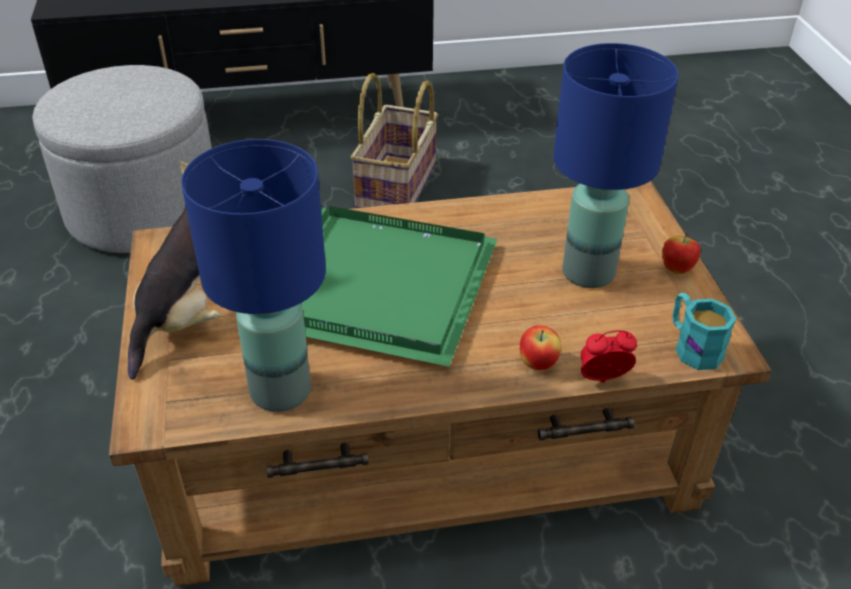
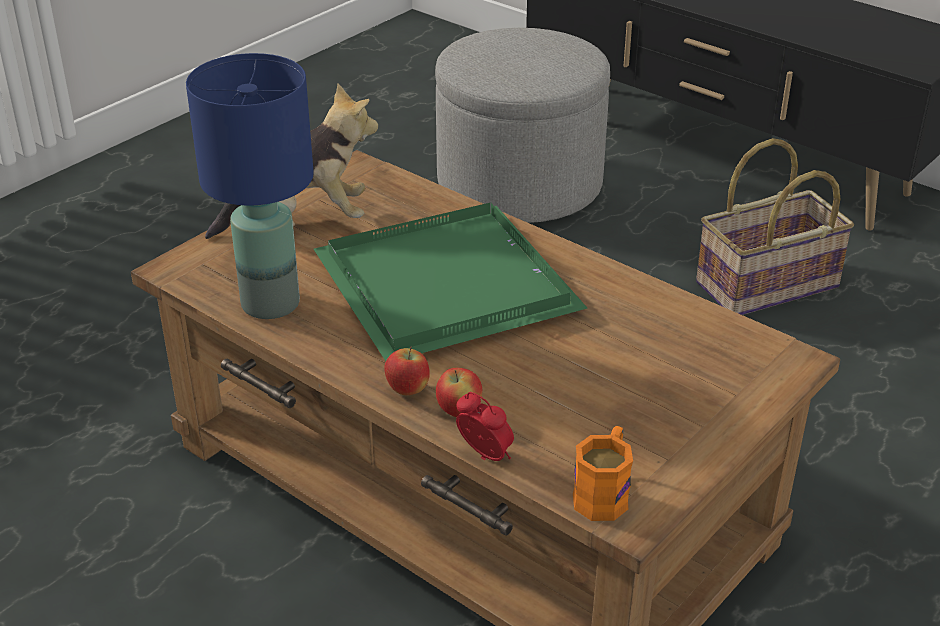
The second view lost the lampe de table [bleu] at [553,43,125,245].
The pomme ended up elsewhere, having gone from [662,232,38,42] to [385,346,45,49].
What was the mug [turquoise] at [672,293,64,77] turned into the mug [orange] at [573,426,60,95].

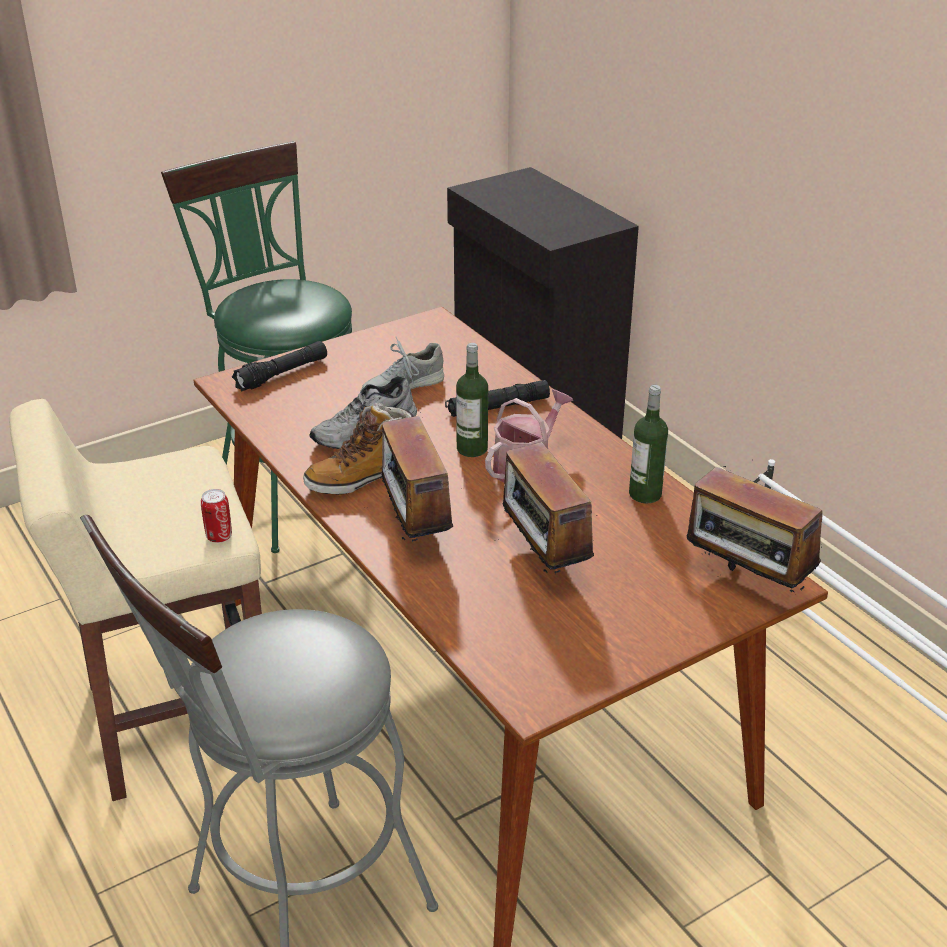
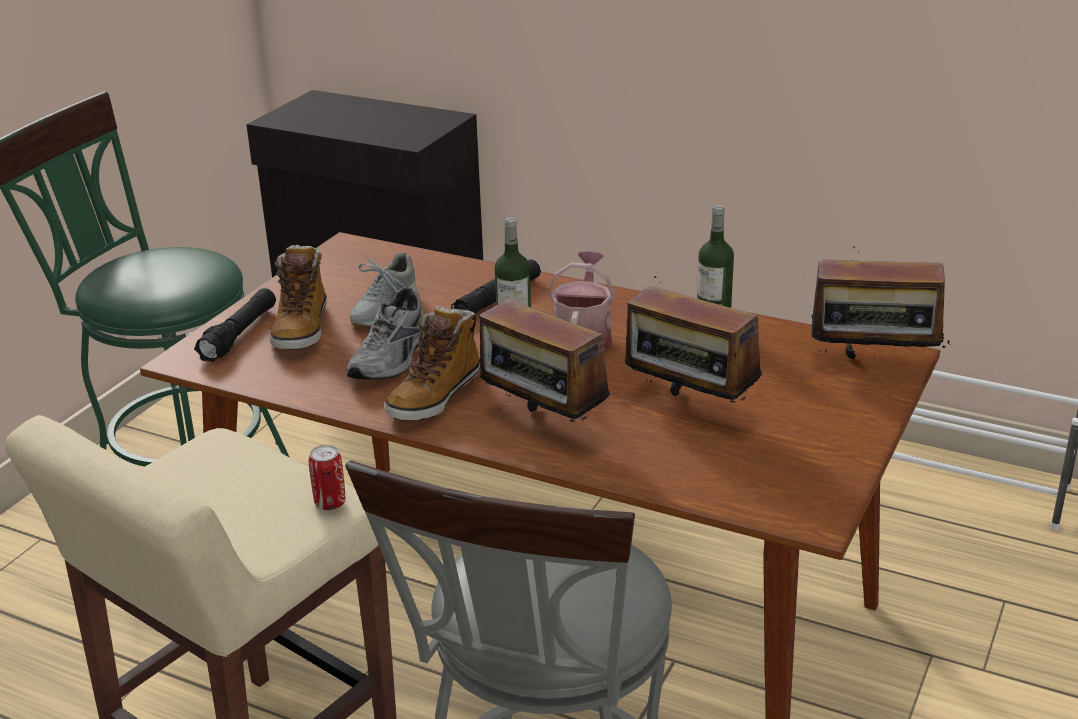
The second view gained the botte at [270,245,57,105].

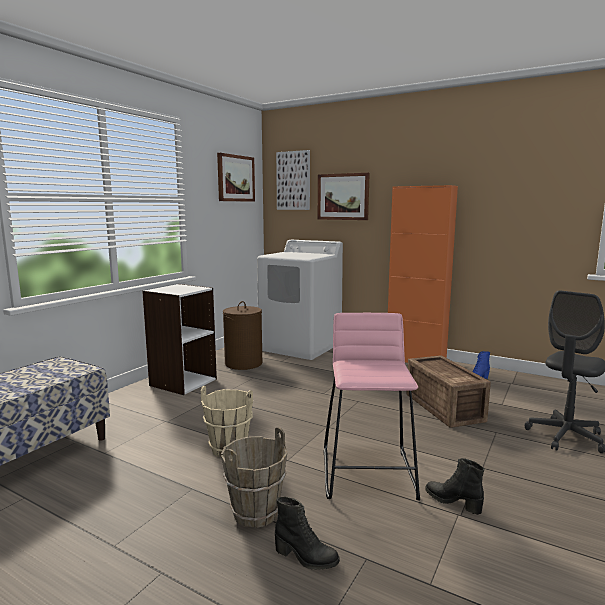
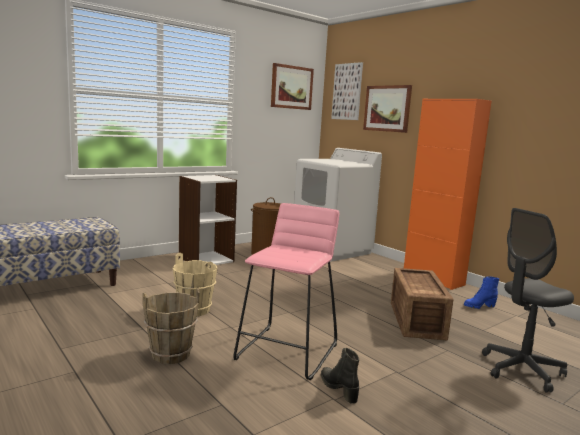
The second view lost the botte [noir] at [275,497,65,73].

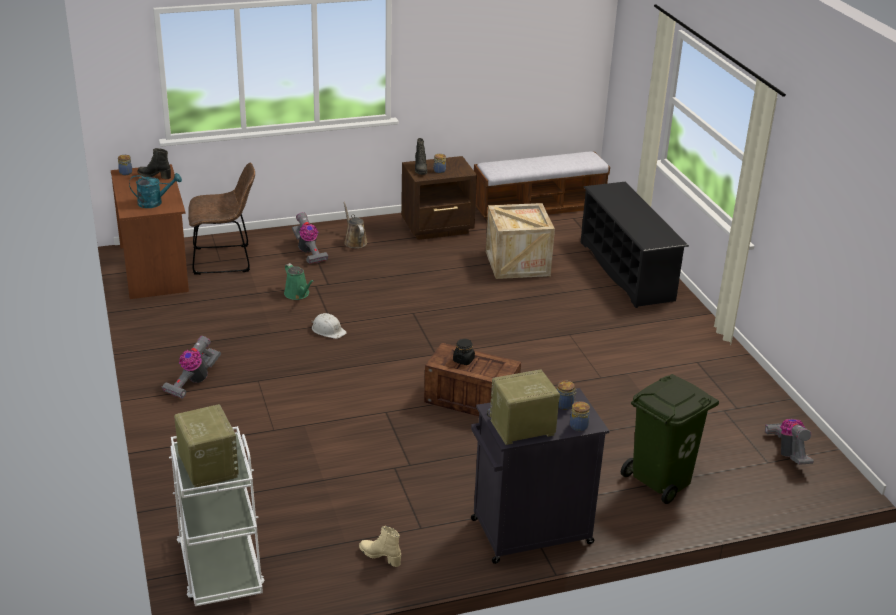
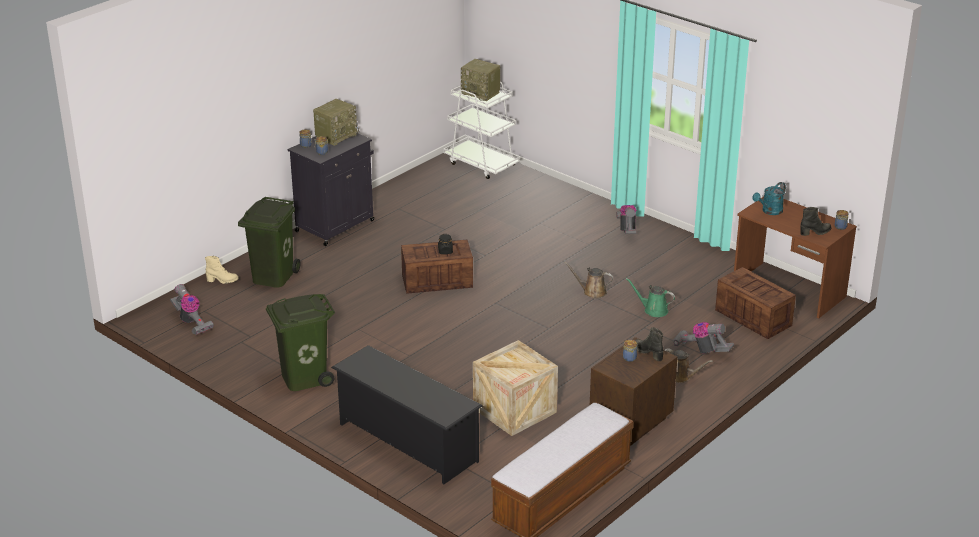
Where the chaise [marron] stood at [188,163,67,112], the caisse came to stand at [715,267,81,72].
Where the casque de chantier [blanc] stood at [312,313,35,26], the arrosoir [marron] came to stand at [564,262,49,37].
The botte [beige] ended up elsewhere, having gone from [359,526,42,41] to [205,256,33,28].
The second view gained the poubelle [vert] at [266,294,69,97].

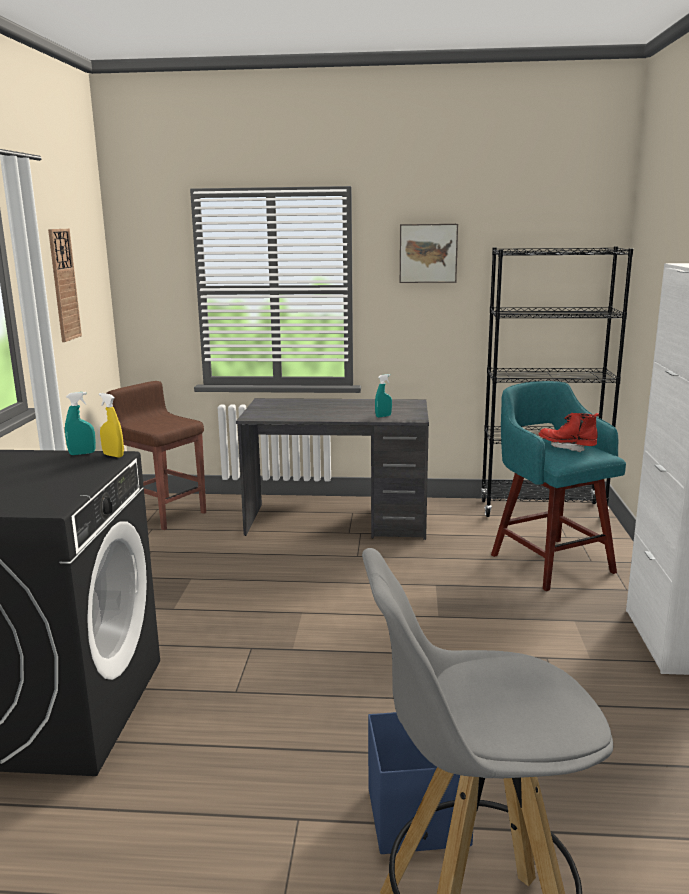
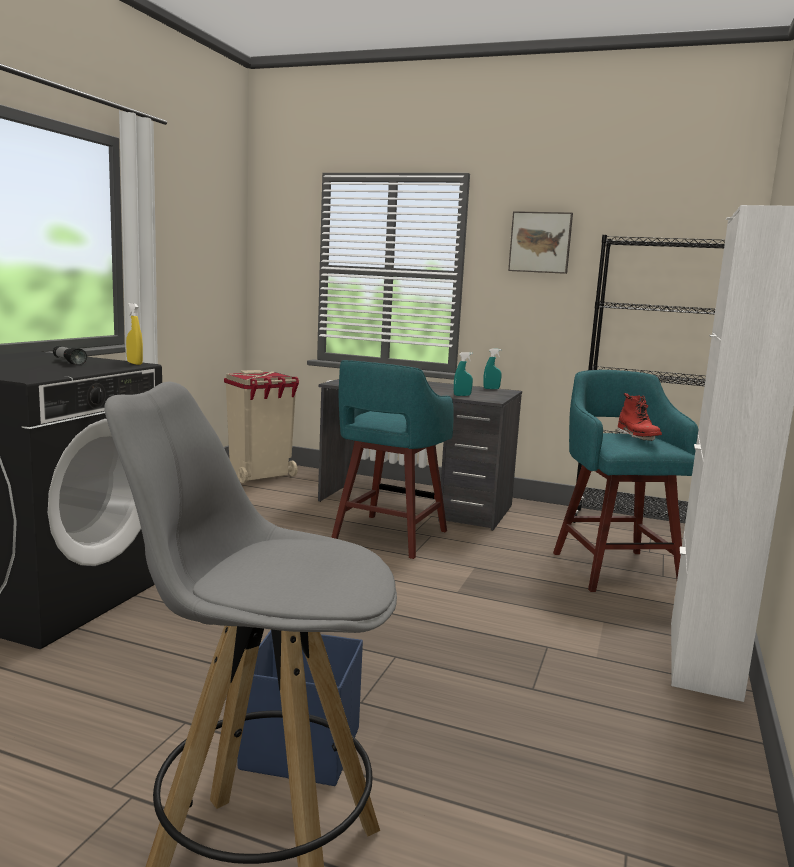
The second view lost the horloge murale at [48,229,34,113].
Where the tabouret [marron] stood at [106,381,100,149], the poubelle [beige] came to stand at [224,370,75,113].
The vaporisateur [turquoise] ended up elsewhere, having gone from [65,392,31,63] to [483,349,19,40].
The botte [rouge] at [538,413,62,39] ended up facing another way, 150 degrees counterclockwise from before.
The second view gained the lampe de poche at [53,346,34,20].
The second view gained the tabouret [turquoise] at [331,360,123,199].

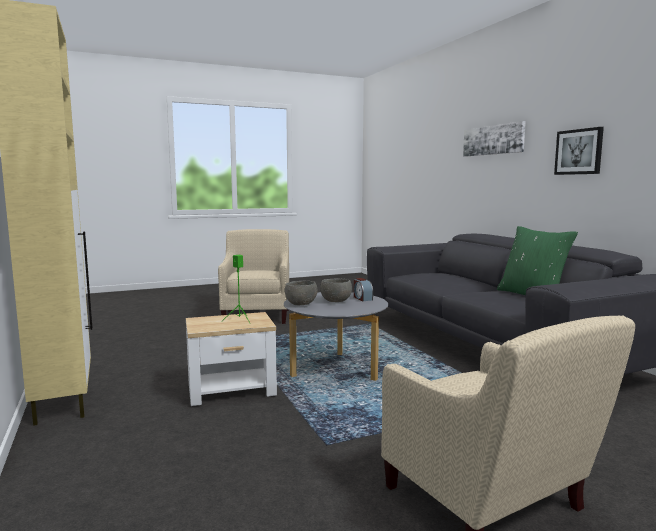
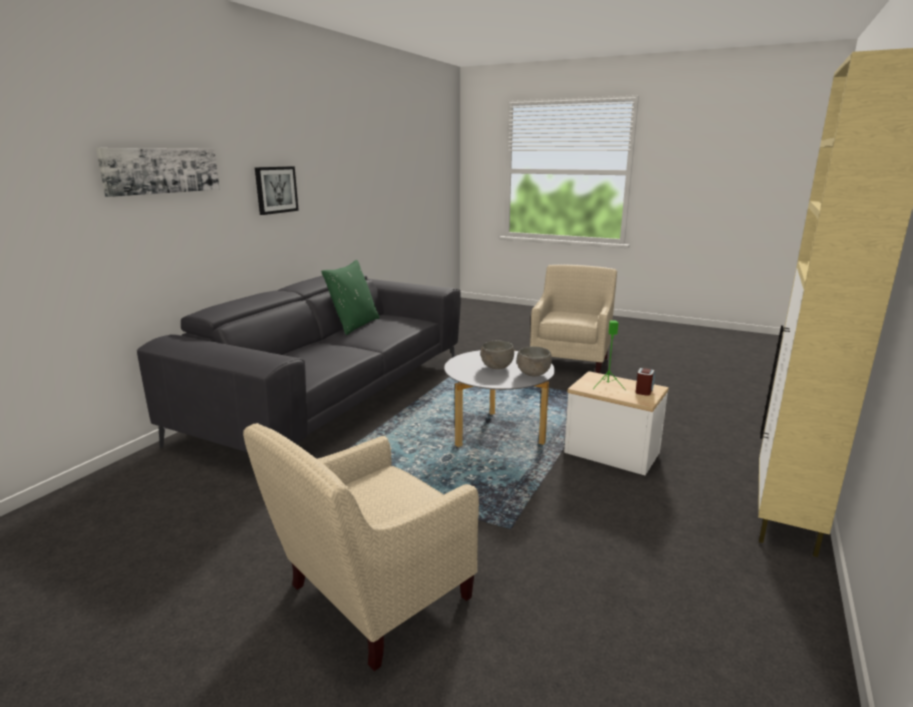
The réveil ended up elsewhere, having gone from [354,278,19,23] to [636,368,19,28].

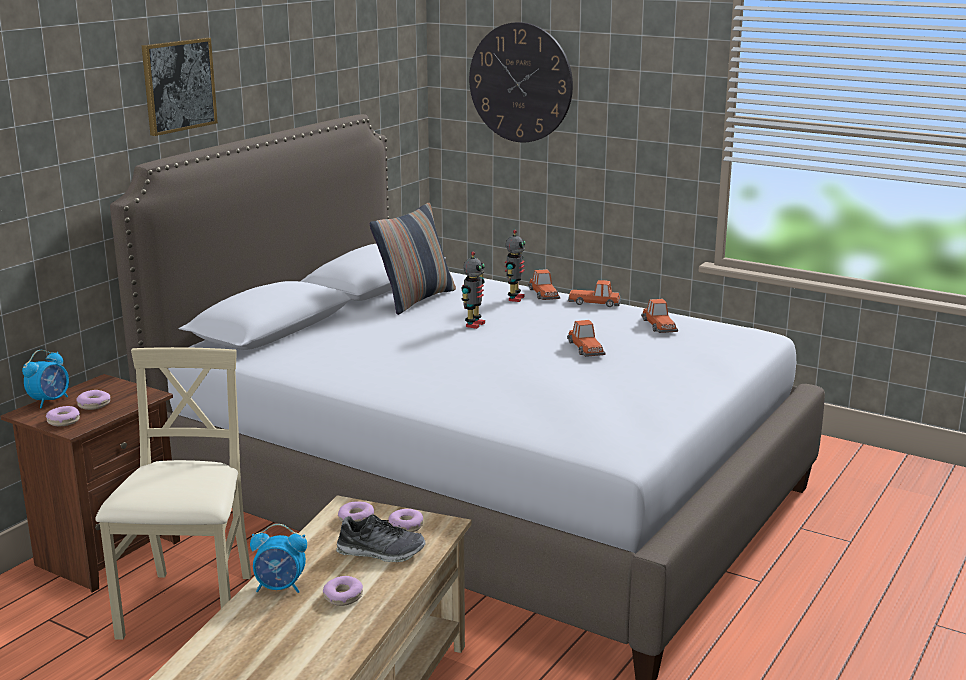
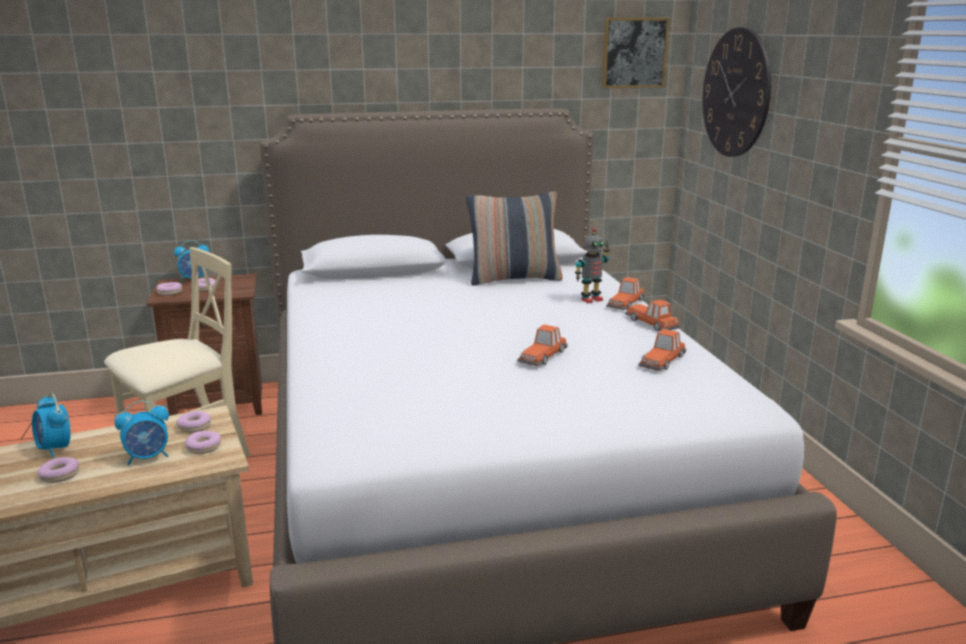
The tableau ended up elsewhere, having gone from [142,37,76,99] to [602,18,68,70].
The second view lost the robot jouet at [461,252,24,77].
Where the chaussure stood at [336,515,90,47], the réveil came to stand at [114,401,55,65].

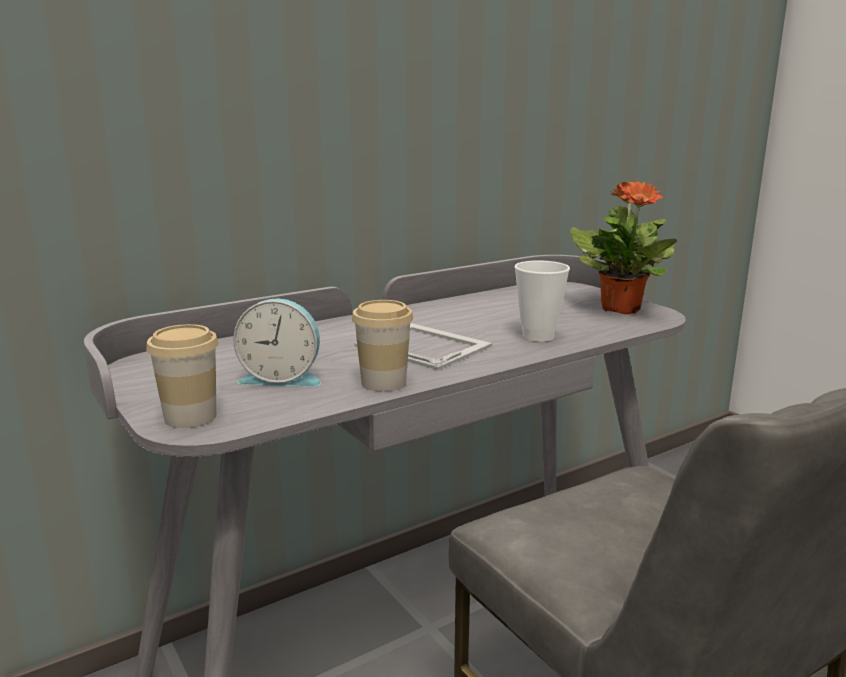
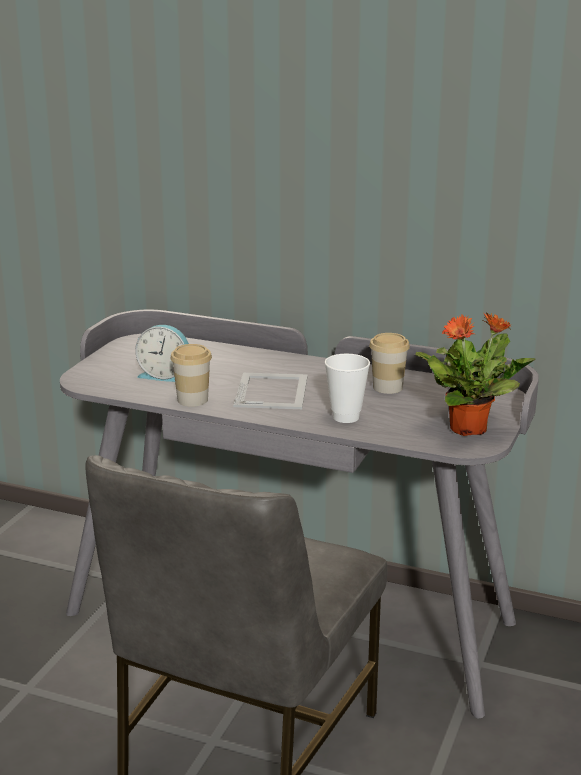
The réveil at [233,298,88,88] ended up facing another way, 45 degrees counterclockwise from before.
The tasse ended up elsewhere, having gone from [146,324,73,104] to [369,333,41,61].

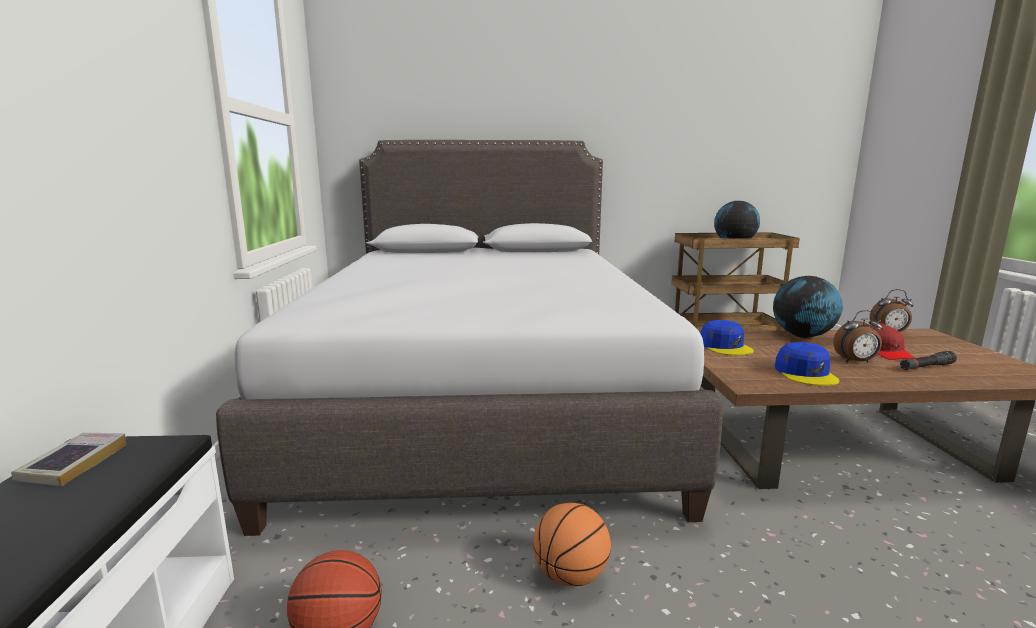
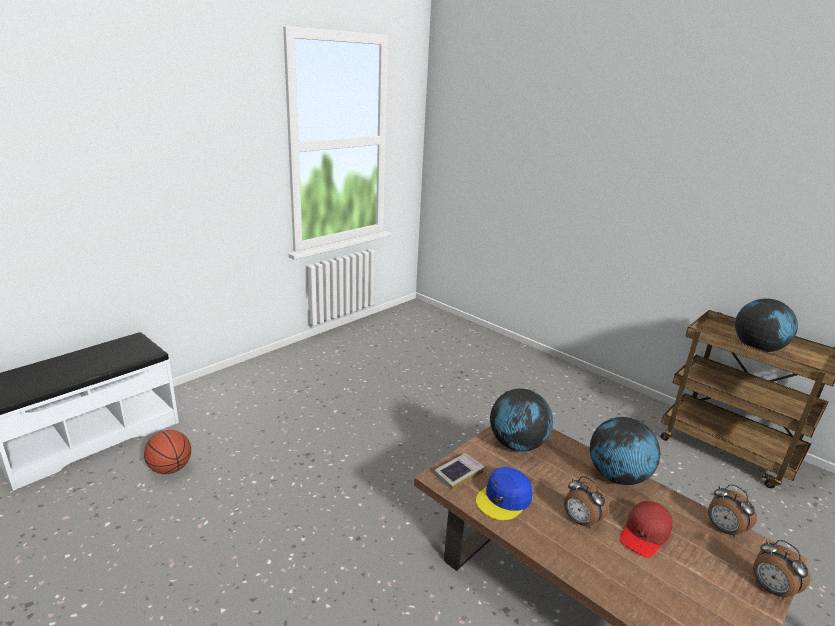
The second view lost the lit [gris] at [216,140,507,396].
Where the casquette [bleu] stood at [700,320,54,35], the globe came to stand at [490,388,63,63].
The second view lost the lampe de poche [noir] at [900,351,57,19].
The livre ended up elsewhere, having gone from [11,433,115,53] to [434,453,50,37].
The second view lost the ballon de basket at [533,503,78,83].
The second view gained the réveil at [753,540,58,60].

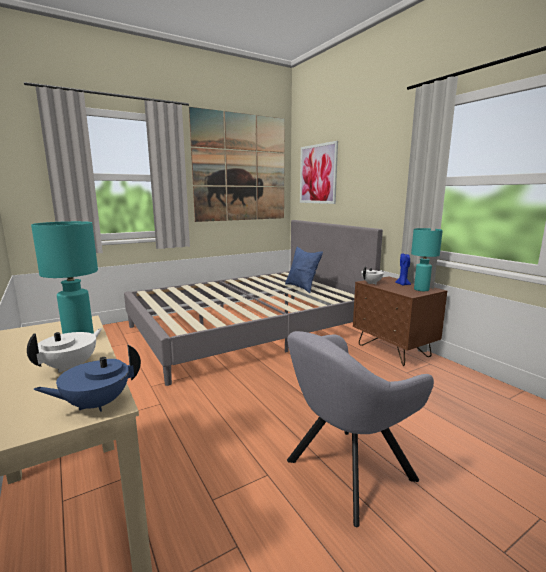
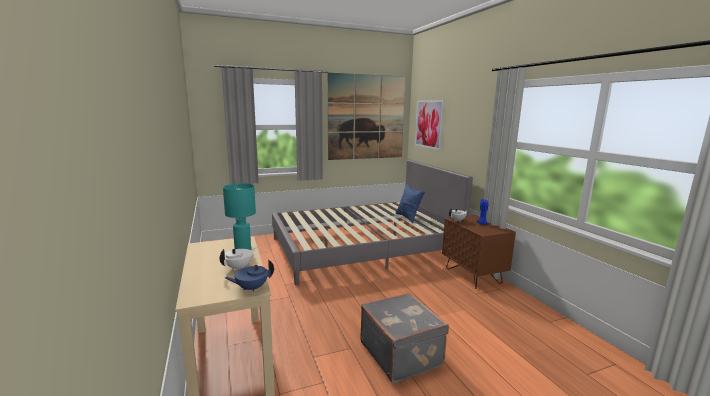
The second view lost the lampe de table [turquoise] at [411,228,32,63].
Where the fauteuil [gris] stood at [287,331,147,196], the valise [gris] came to stand at [360,293,89,90].

